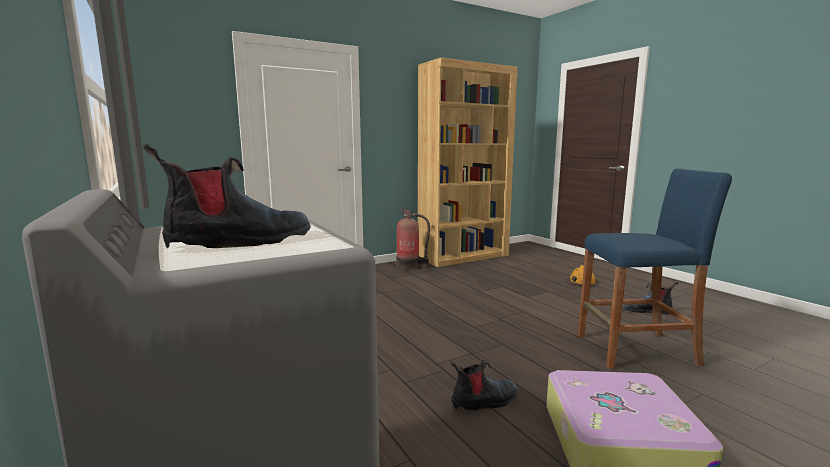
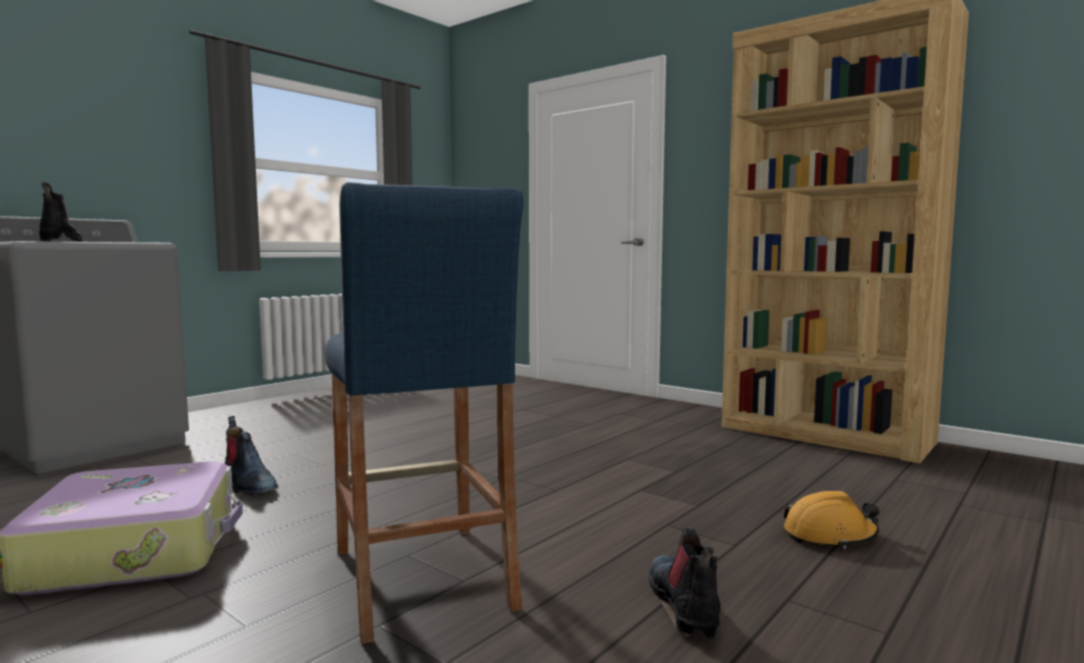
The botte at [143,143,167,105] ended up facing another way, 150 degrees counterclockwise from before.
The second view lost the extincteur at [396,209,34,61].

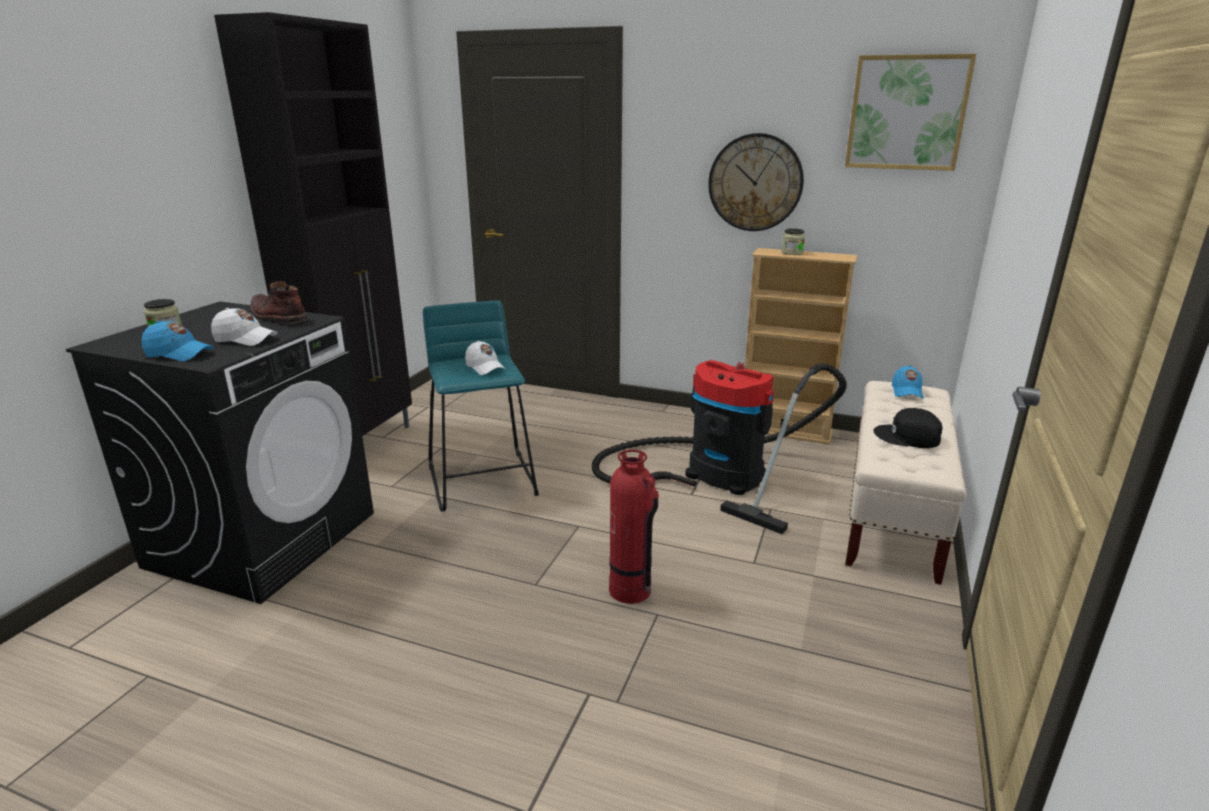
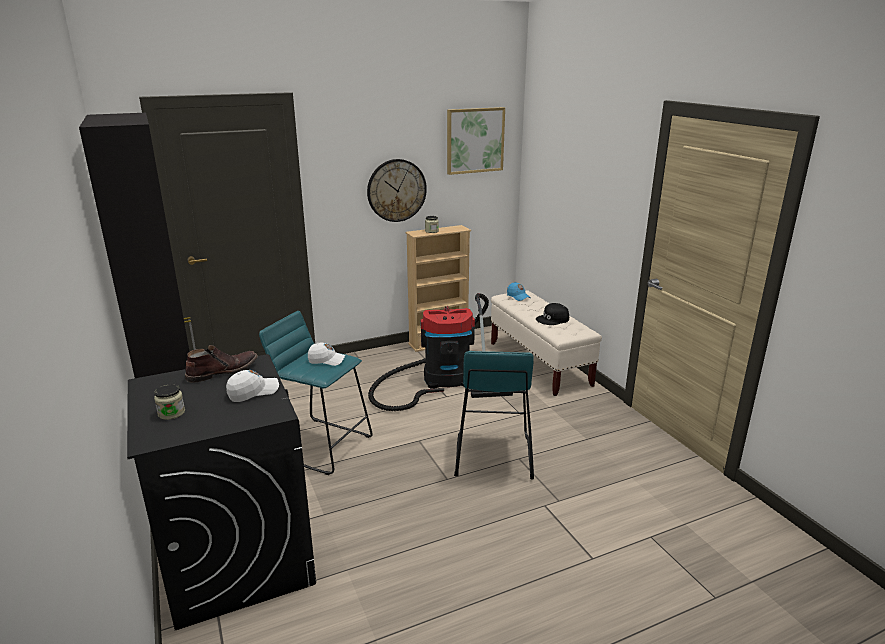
The botte [marron] at [250,281,57,43] ended up facing another way, 150 degrees clockwise from before.
The second view lost the casquette [bleu] at [142,321,72,40].
Where the extincteur stood at [609,449,50,155], the tabouret [turquoise] came to stand at [454,351,80,128].

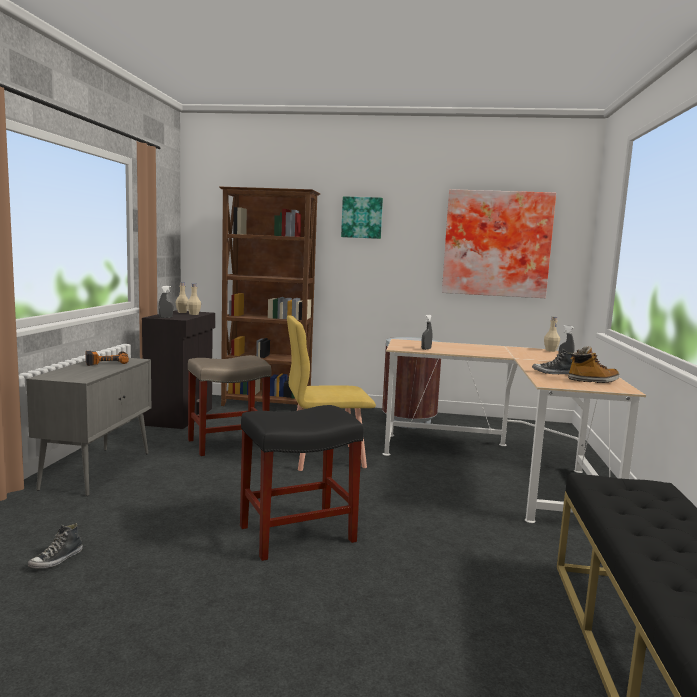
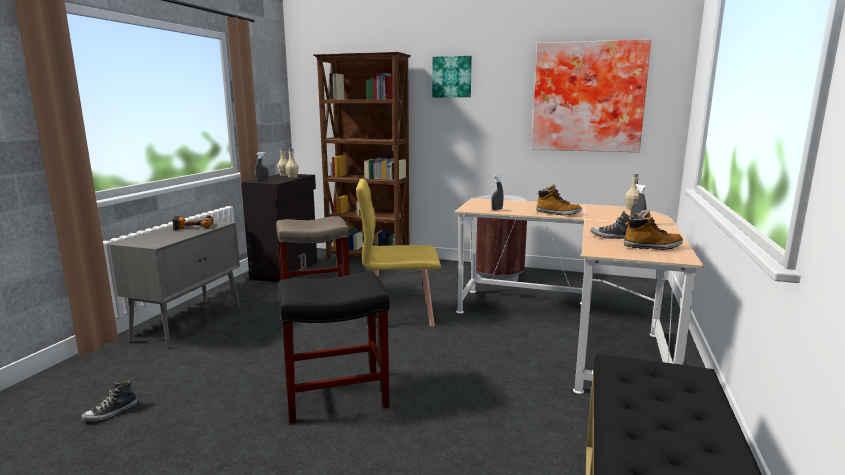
The second view gained the botte at [536,184,46,31].

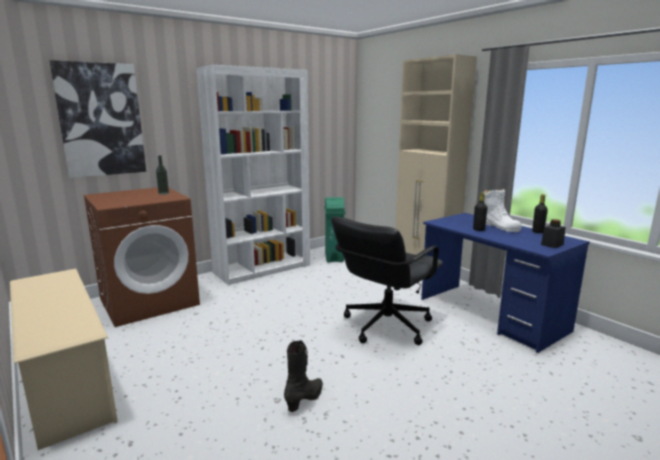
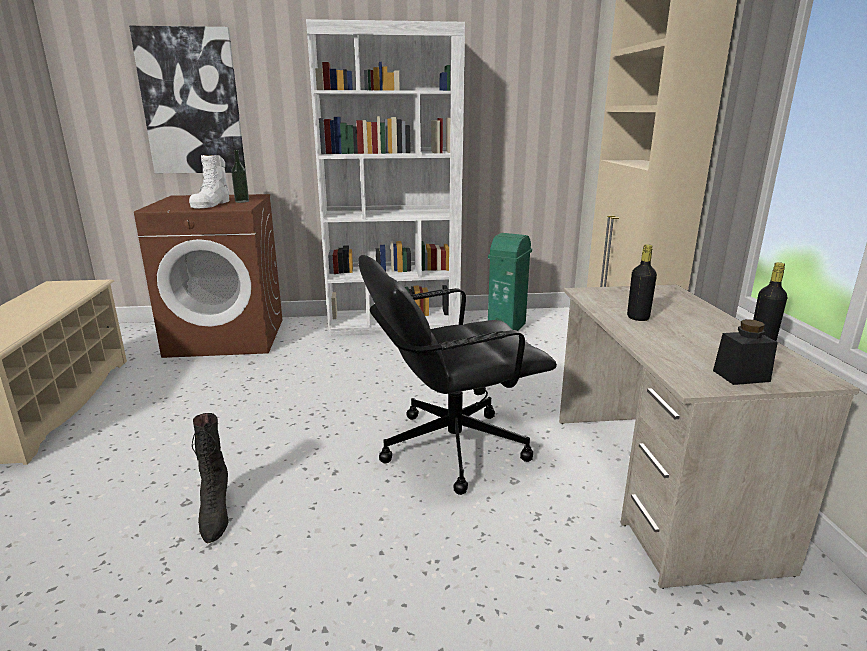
The botte [blanc] ended up elsewhere, having gone from [484,189,38,43] to [189,155,40,53].
What was the bureau [bleu] at [421,213,169,140] turned into the bureau [beige] at [559,285,301,304].
The botte [noir] at [284,340,39,72] ended up facing another way, 105 degrees clockwise from before.

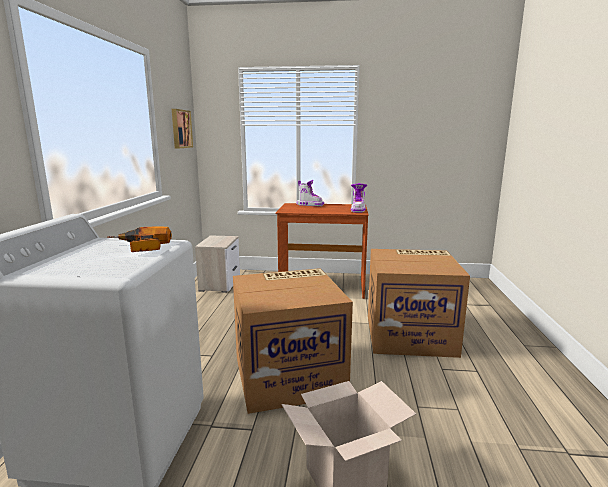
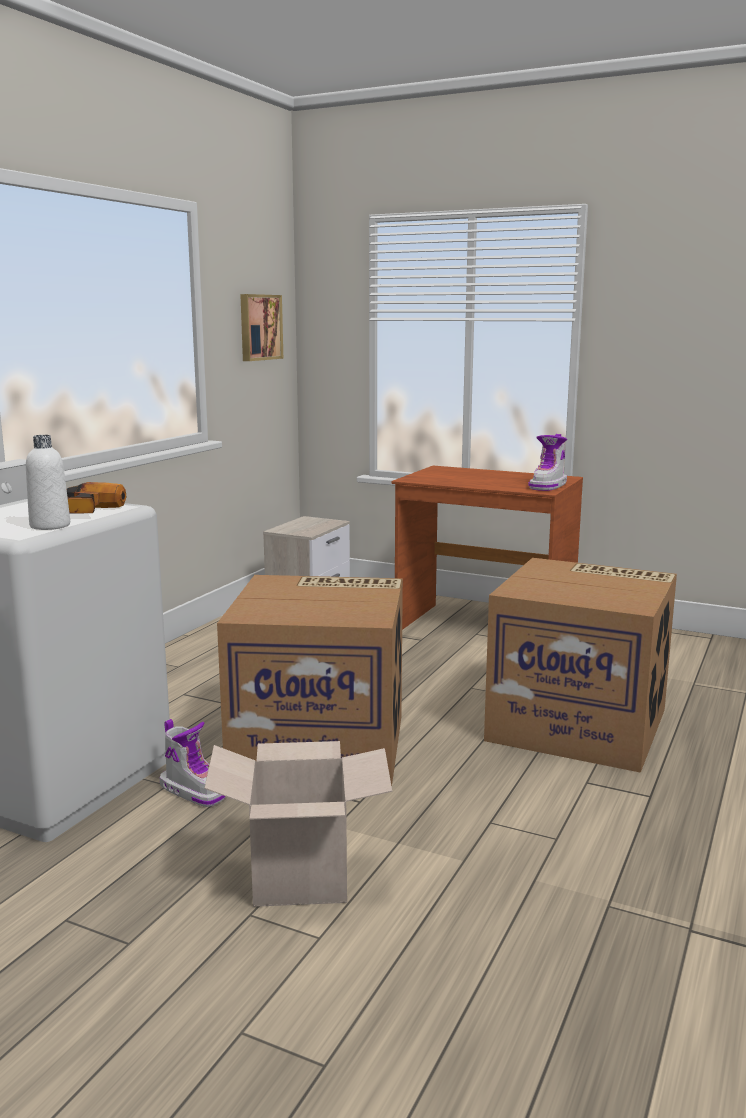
The botte ended up elsewhere, having gone from [296,180,28,26] to [159,719,67,88].
The second view gained the bouteille [blanc] at [26,435,44,95].

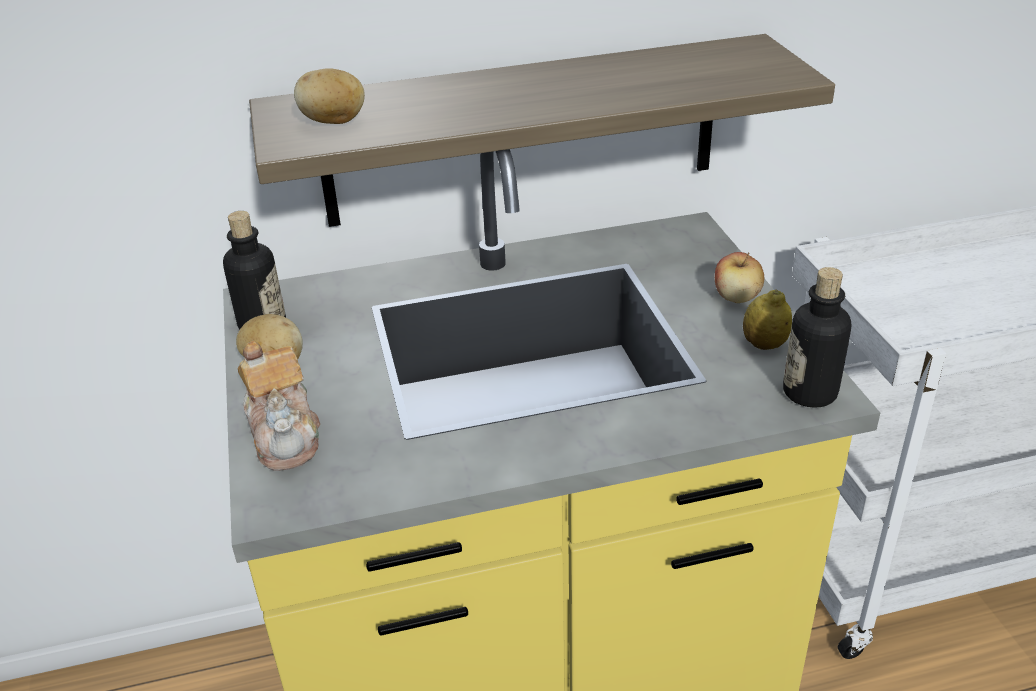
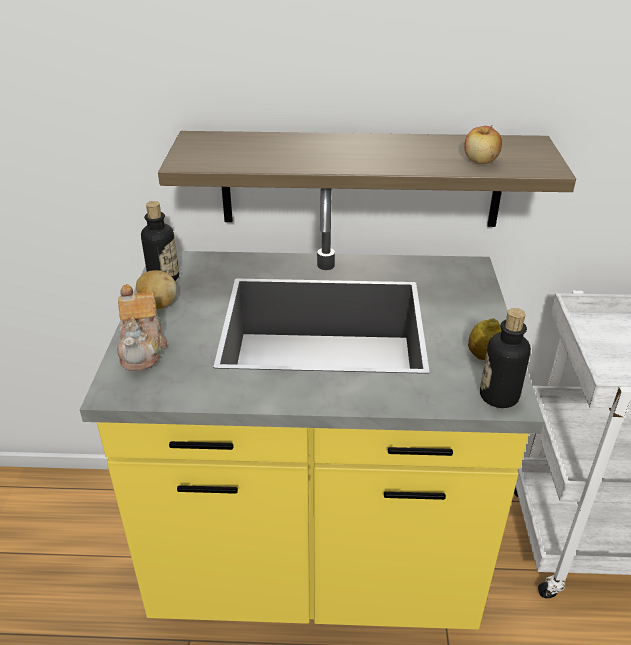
The second view lost the pomme de terre at [294,68,71,56].
The pomme ended up elsewhere, having gone from [715,252,49,51] to [464,125,38,39].

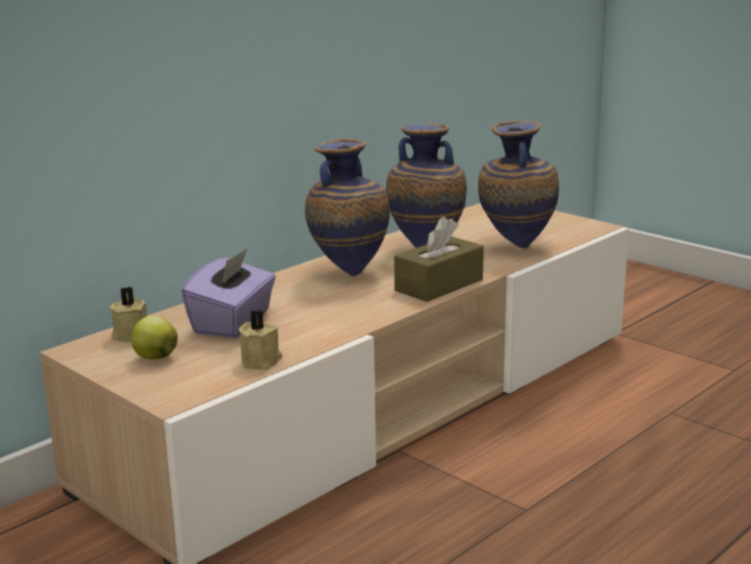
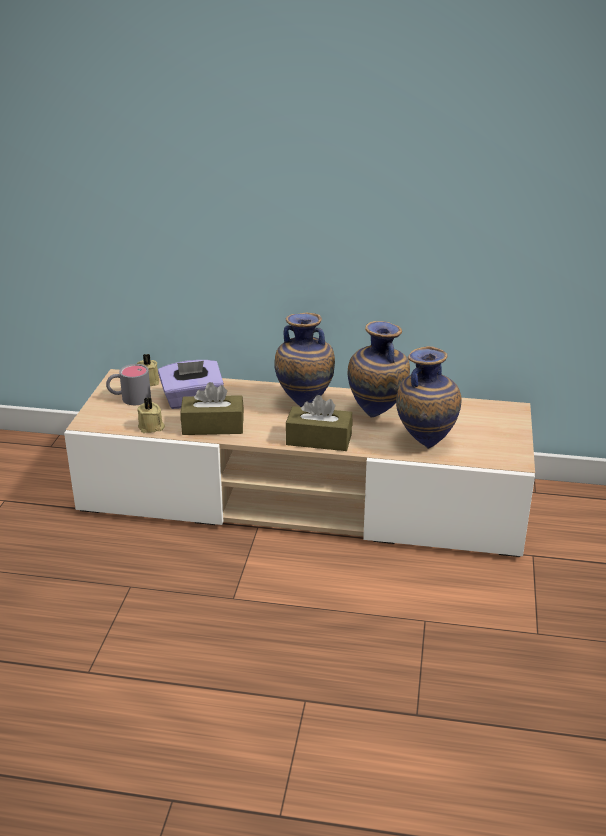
Where the pomme stood at [131,316,47,44], the mug [gris] came to stand at [106,364,45,41].
The second view gained the boîte à mouchoirs [marron] at [180,382,64,53].

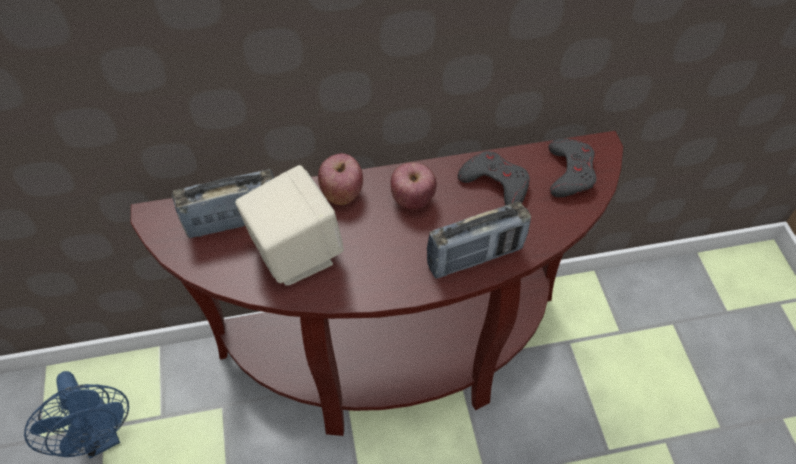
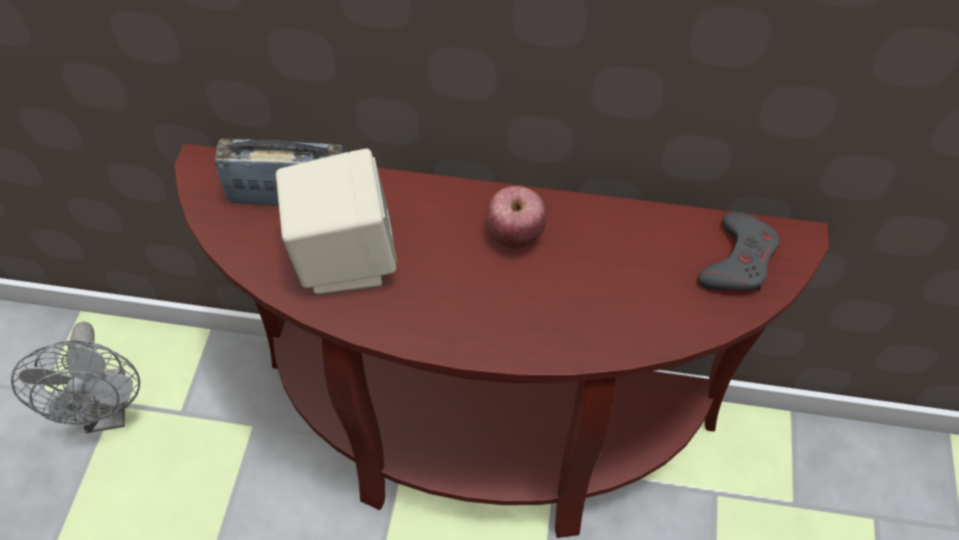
The second view lost the manette [gris] at [458,151,72,54].
The second view lost the pomme at [318,153,45,52].
The second view lost the radio at [427,202,104,77].
What was the ventilateur [bleu] at [24,371,105,87] turned into the ventilateur [gris] at [11,321,129,112].

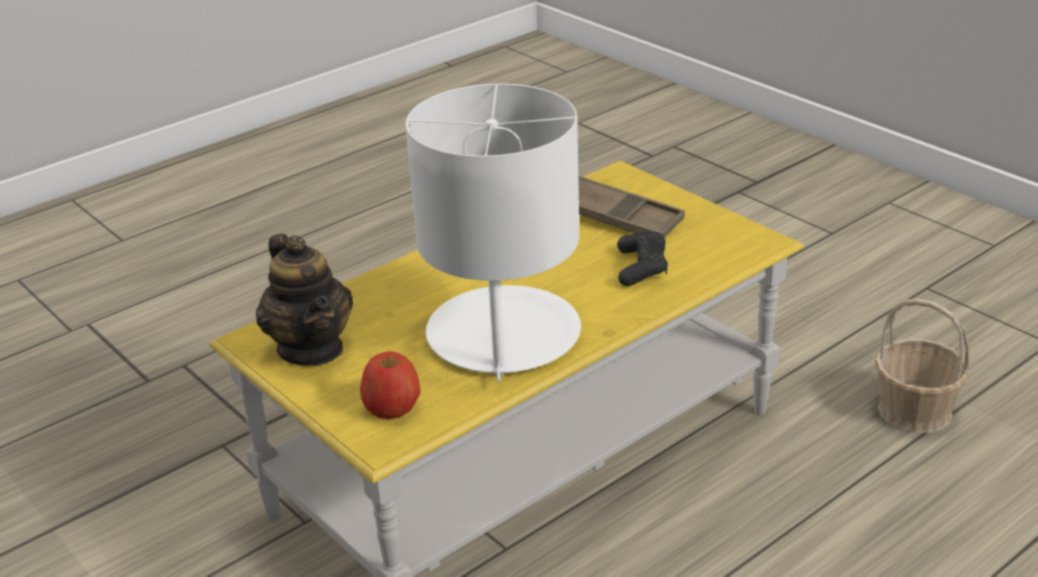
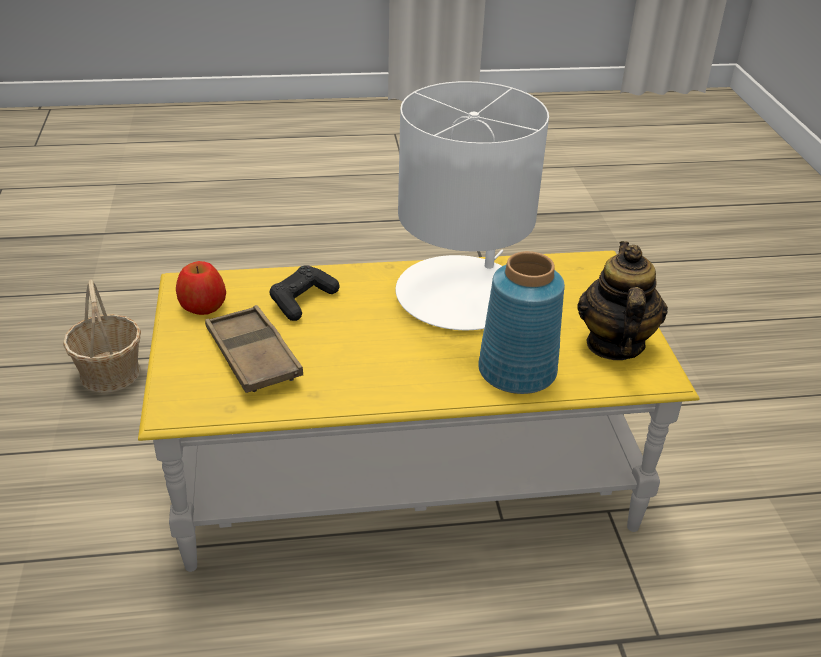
The pomme ended up elsewhere, having gone from [360,351,60,68] to [176,261,50,54].
The second view gained the vase [bleu] at [478,251,87,143].

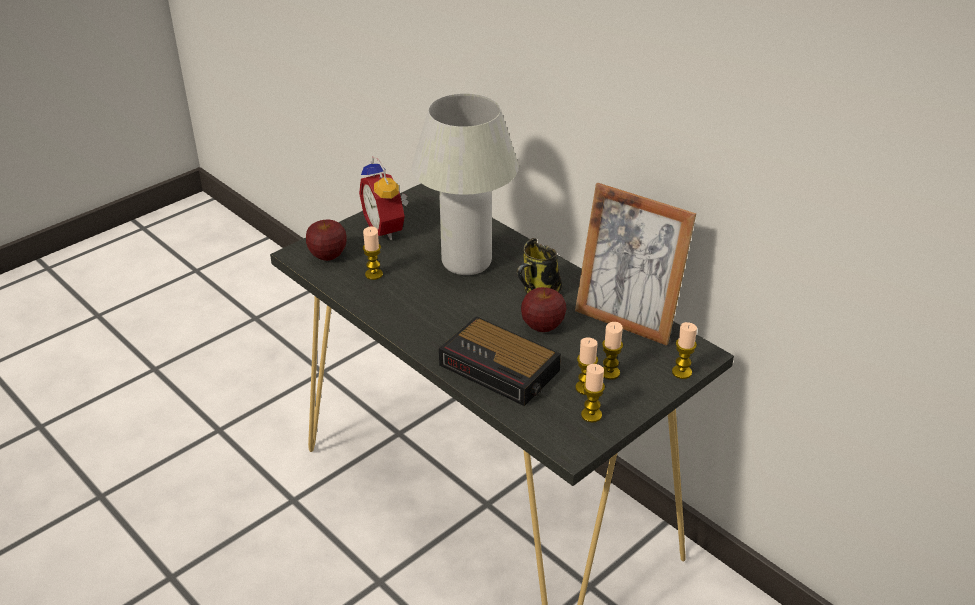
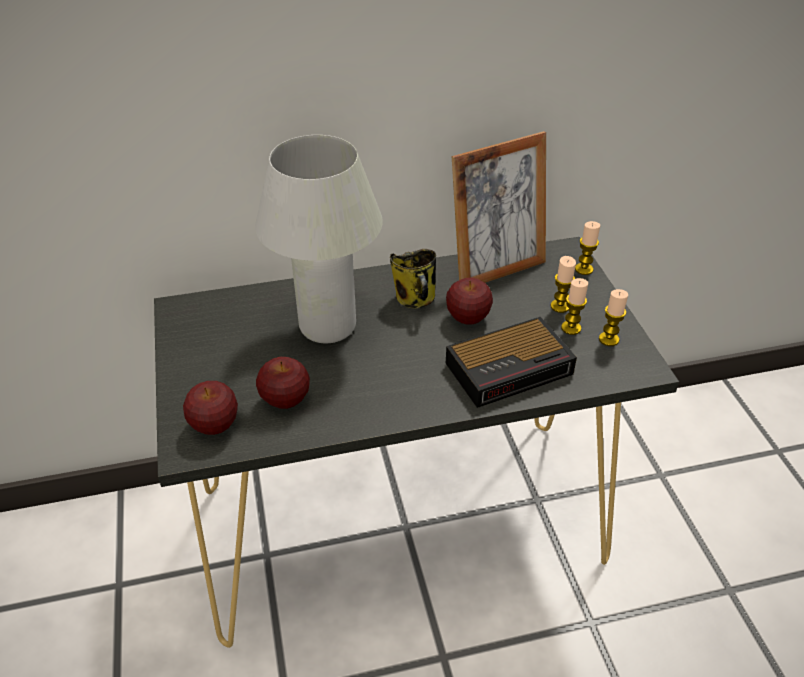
The second view lost the réveil at [359,156,50,84].
Where the bougie stood at [363,226,20,54], the pomme came to stand at [256,357,54,52].

